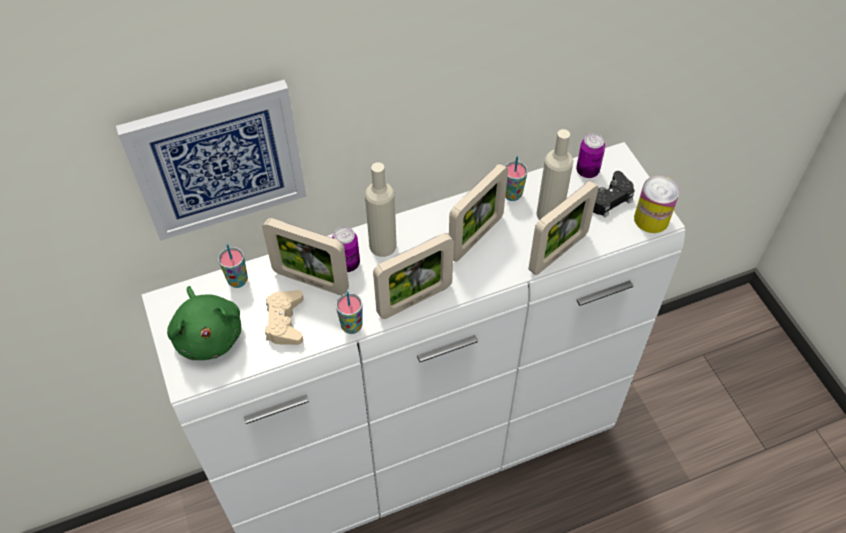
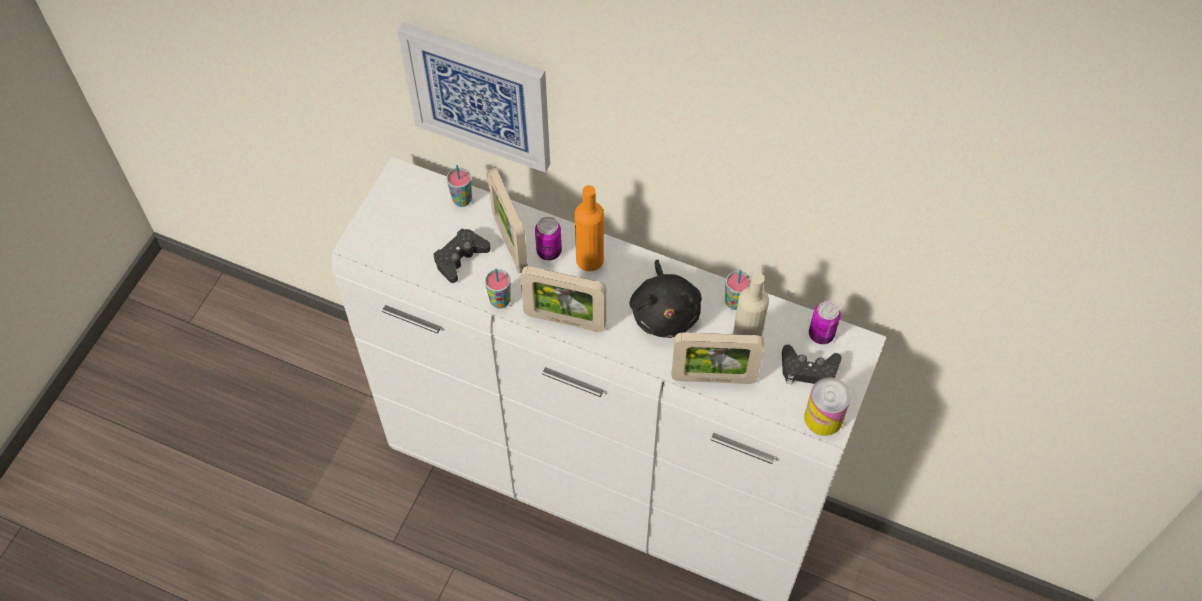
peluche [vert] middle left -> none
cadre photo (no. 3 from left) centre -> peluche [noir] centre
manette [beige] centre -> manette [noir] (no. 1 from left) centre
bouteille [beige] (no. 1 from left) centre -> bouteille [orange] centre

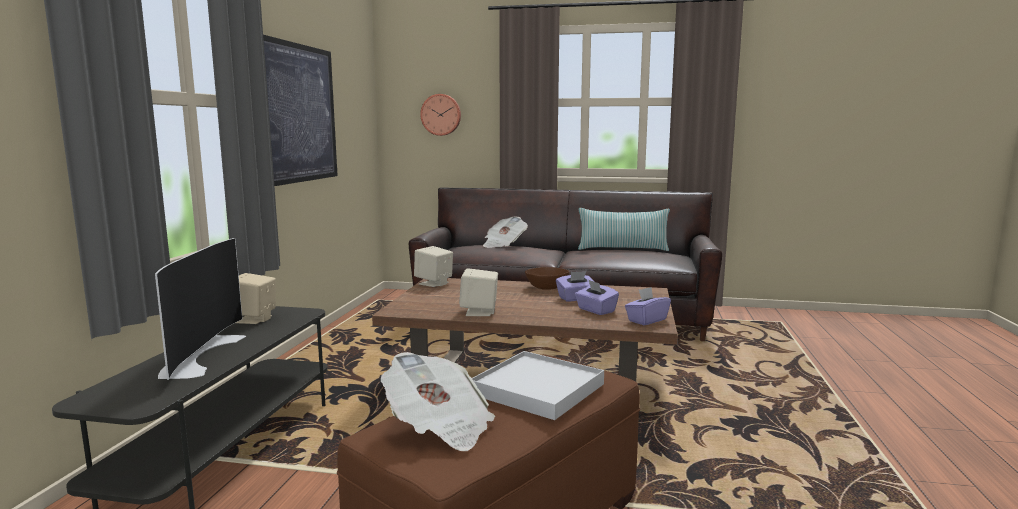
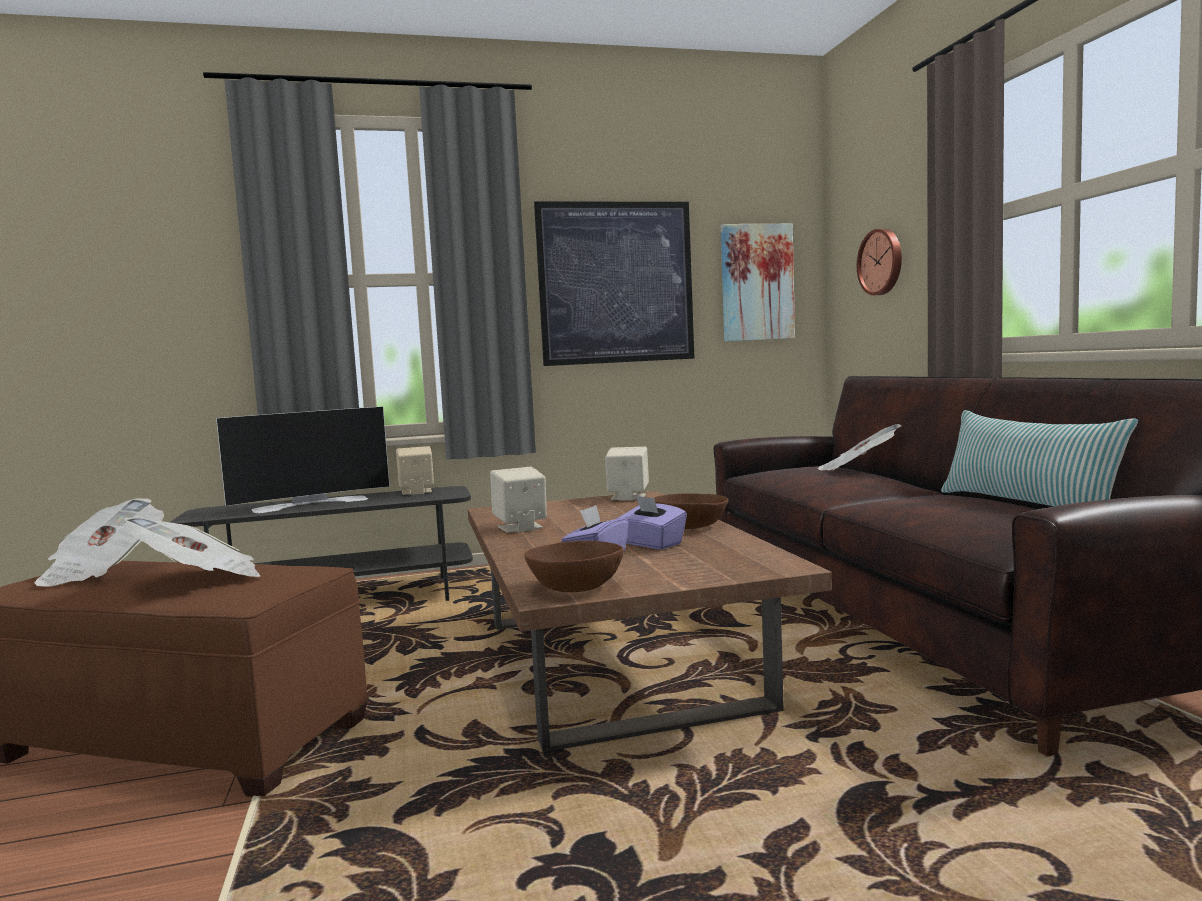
none -> tableau (no. 2 from left) top centre
plateau [blanc] bottom centre -> journal (no. 2 from left) middle left
boîte à mouchoirs [violet] (no. 3 from left) centre -> bol [marron] (no. 1 from left) centre

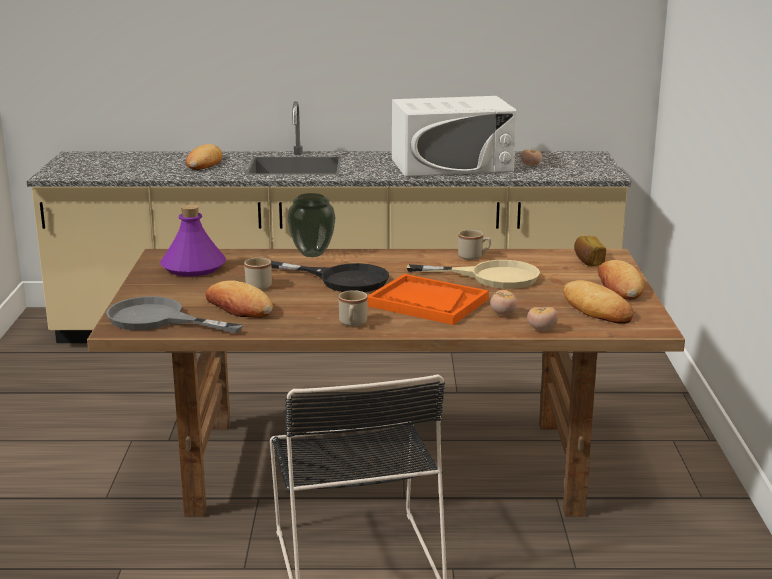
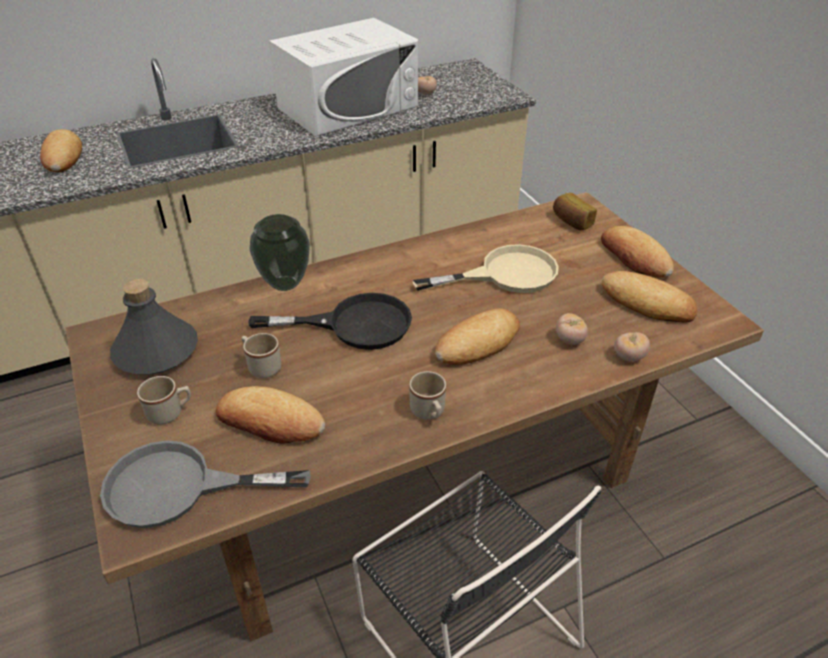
mug [beige] (no. 3 from left in the first image) centre -> mug [beige] (no. 1 from left) middle left, shifted
plateau [orange] centre -> pain (no. 3 from left) centre
bouteille [violet] middle left -> bouteille [gris] middle left

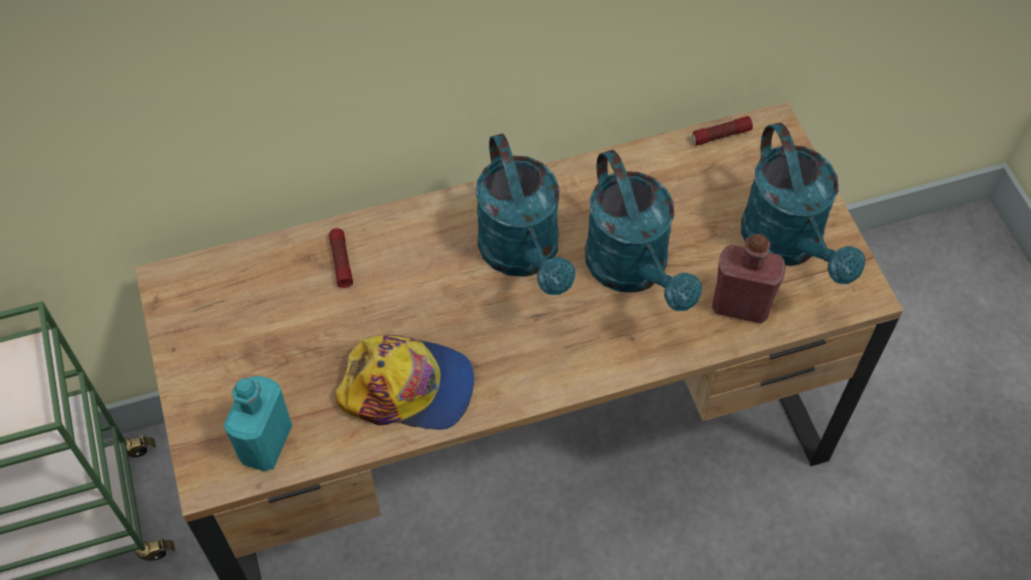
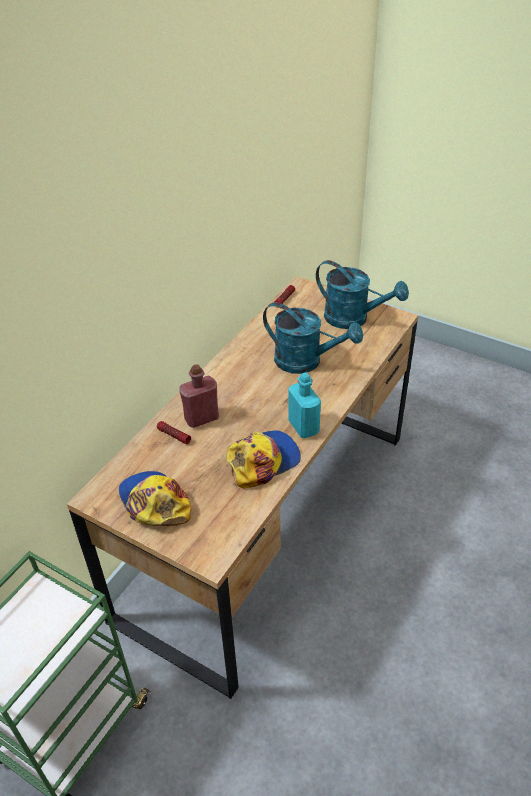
arrosoir [turquoise] (no. 1 from left) centre -> none
none -> casquette (no. 1 from left) middle left
bouteille [turquoise] bottom left -> bouteille [turquoise] centre, shifted
bouteille [rouge] middle right -> bouteille [rouge] centre, shifted

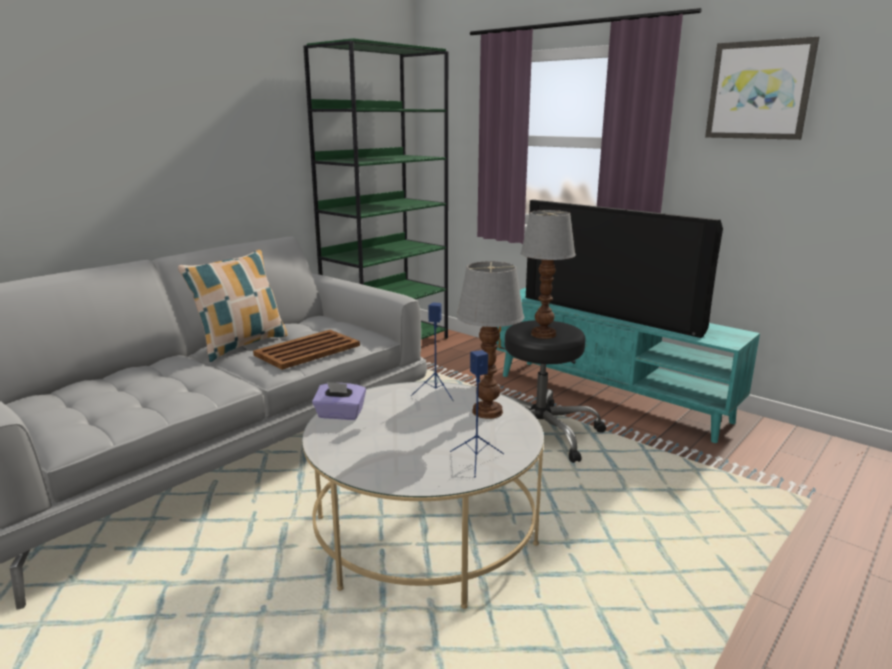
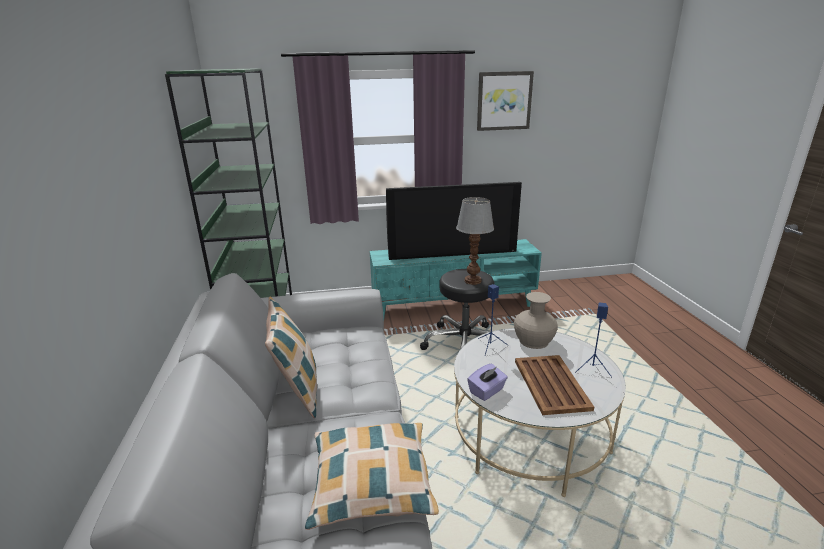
none -> coussin (no. 2 from left) bottom centre
plateau [marron] centre -> plateau [marron] bottom right, shifted
lampe de table (no. 1 from left) centre -> vase [beige] centre

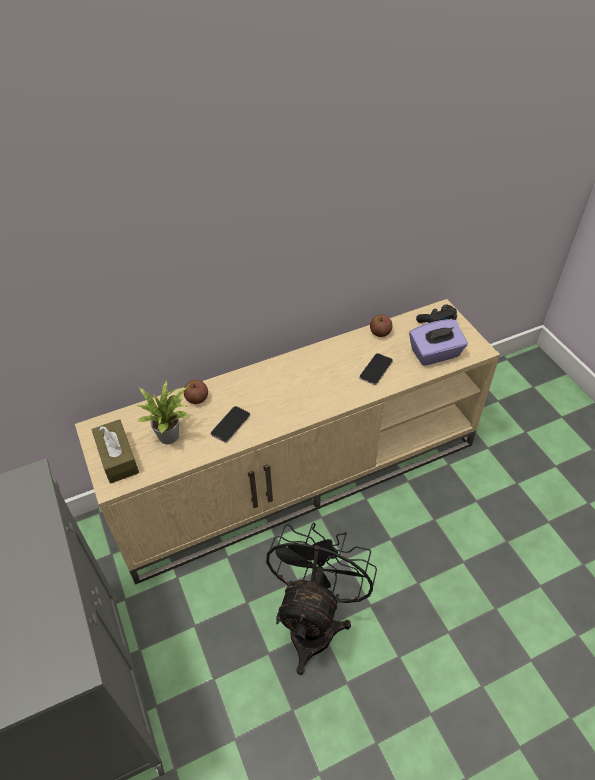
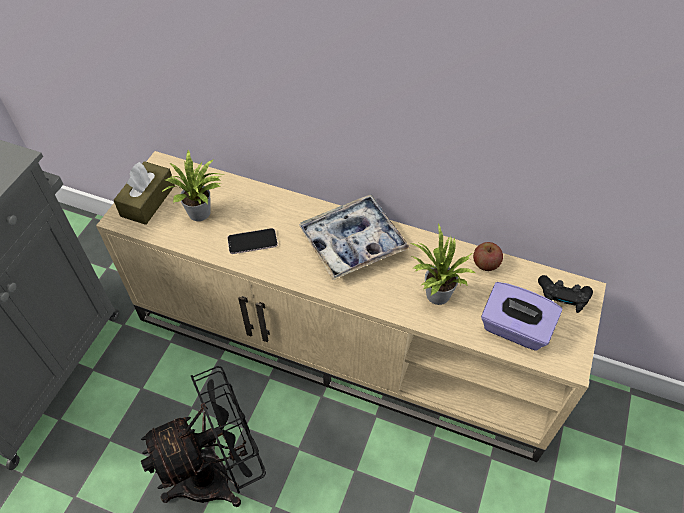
pomme (no. 1 from left) middle left -> none
none -> plateau centre
téléphone (no. 2 from left) centre -> plante en pot (no. 2 from left) centre

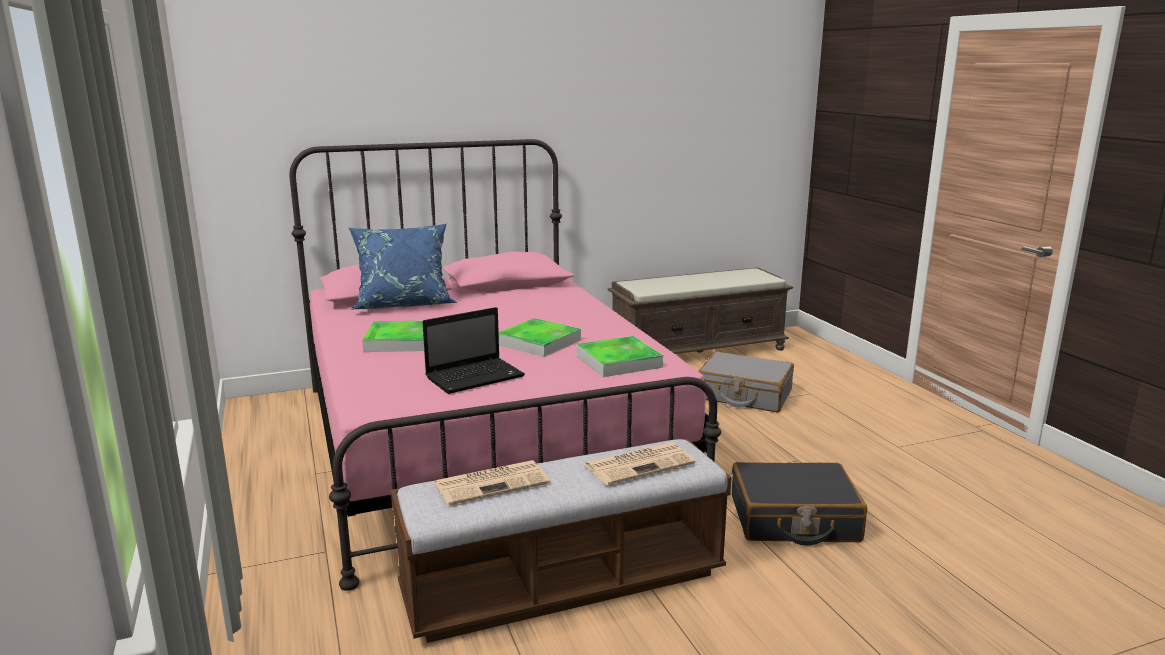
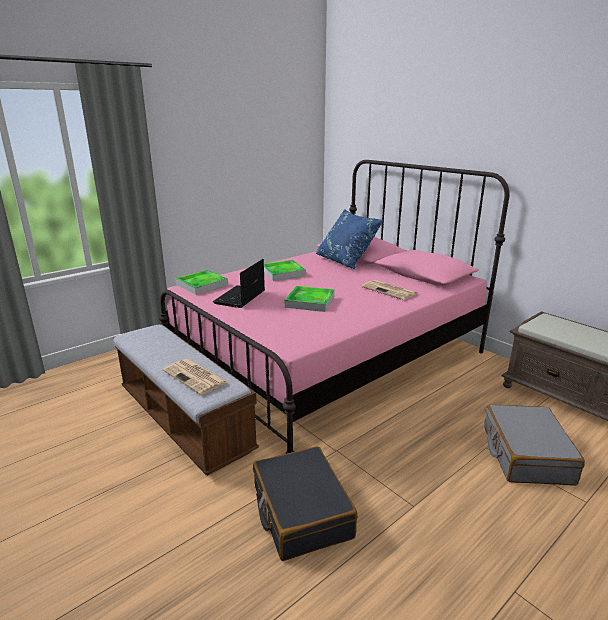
journal (no. 1 from left in the first image) bottom centre -> journal (no. 2 from left) centre, shifted
plateau (no. 3 from left in the first image) centre -> plateau (no. 1 from left) middle left, shifted
ordinateur portable centre, 75 degrees clockwise

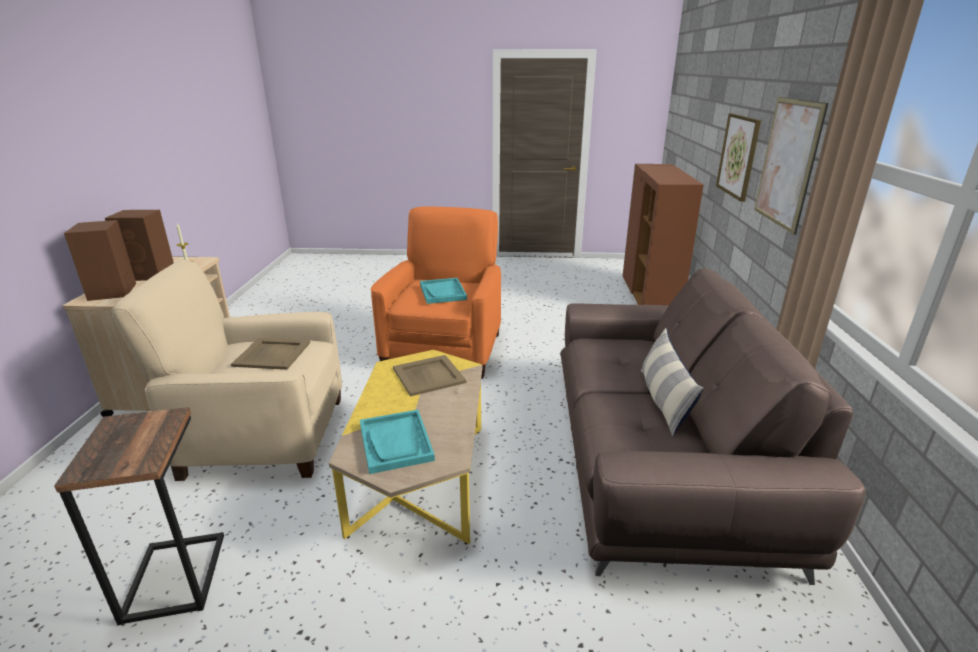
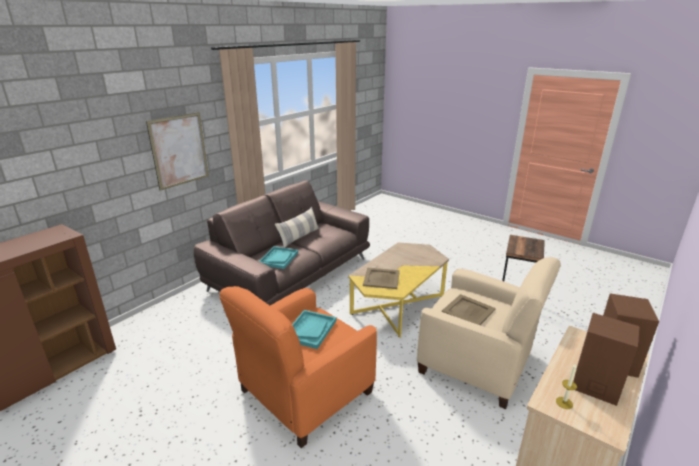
tableau (no. 1 from left) top right -> none
plateau [turquoise] (no. 1 from left) bottom centre -> plateau [turquoise] (no. 1 from left) centre, shifted

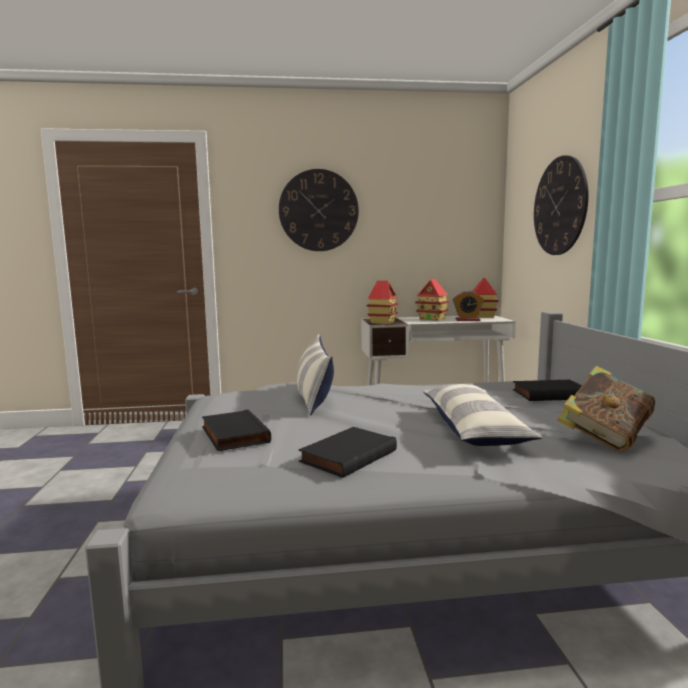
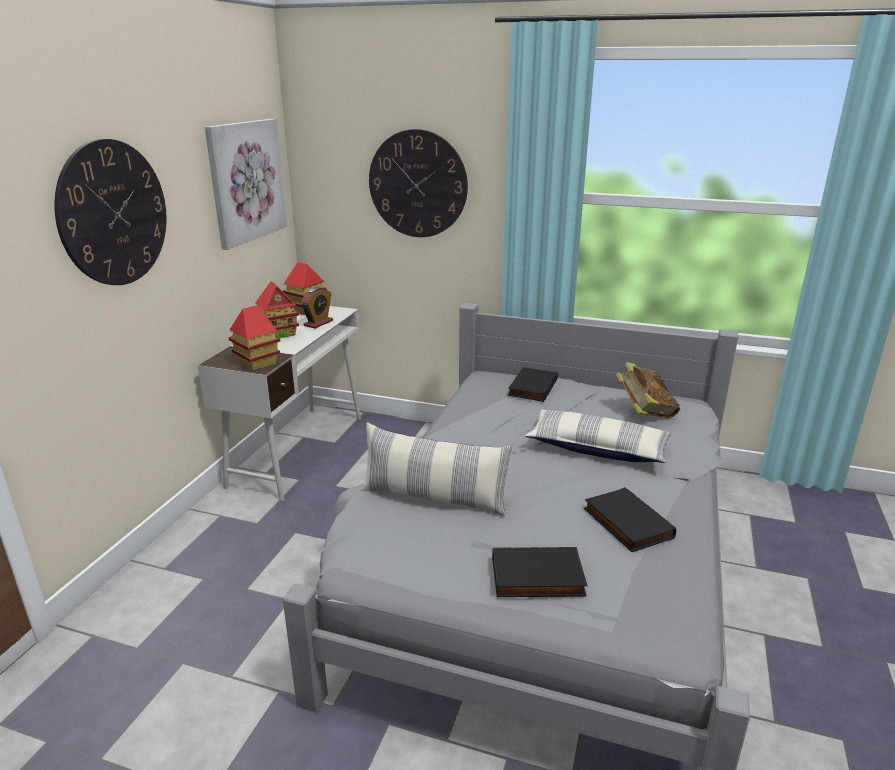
none -> tableau top left

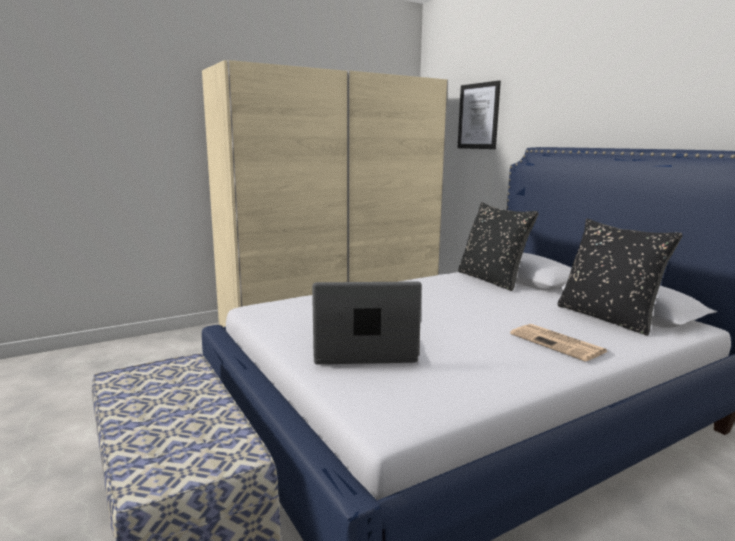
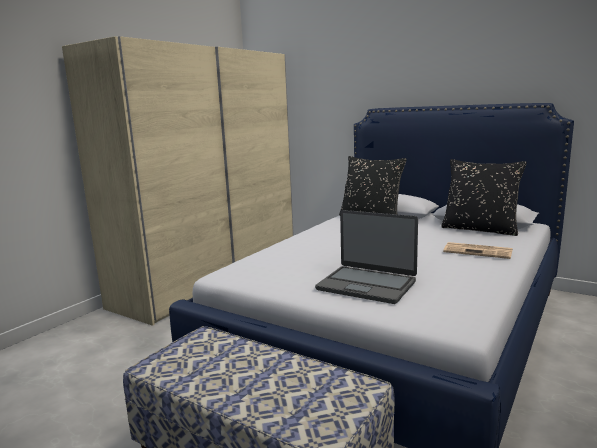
tableau top centre -> none
ordinateur portable centre, 120 degrees counterclockwise

